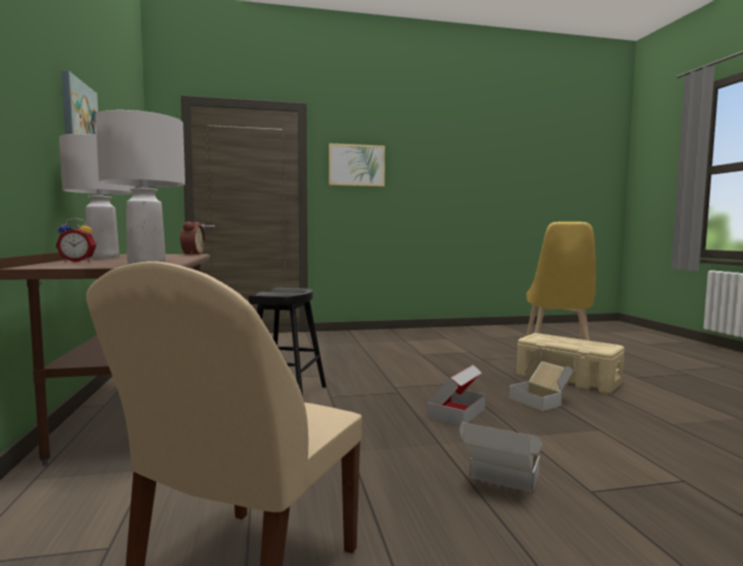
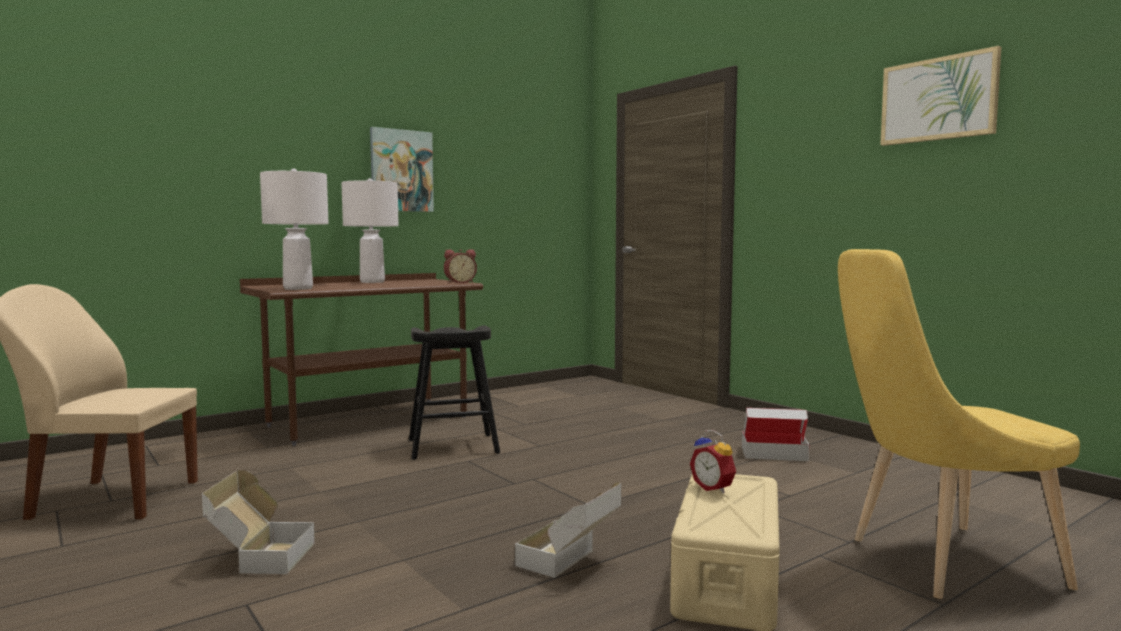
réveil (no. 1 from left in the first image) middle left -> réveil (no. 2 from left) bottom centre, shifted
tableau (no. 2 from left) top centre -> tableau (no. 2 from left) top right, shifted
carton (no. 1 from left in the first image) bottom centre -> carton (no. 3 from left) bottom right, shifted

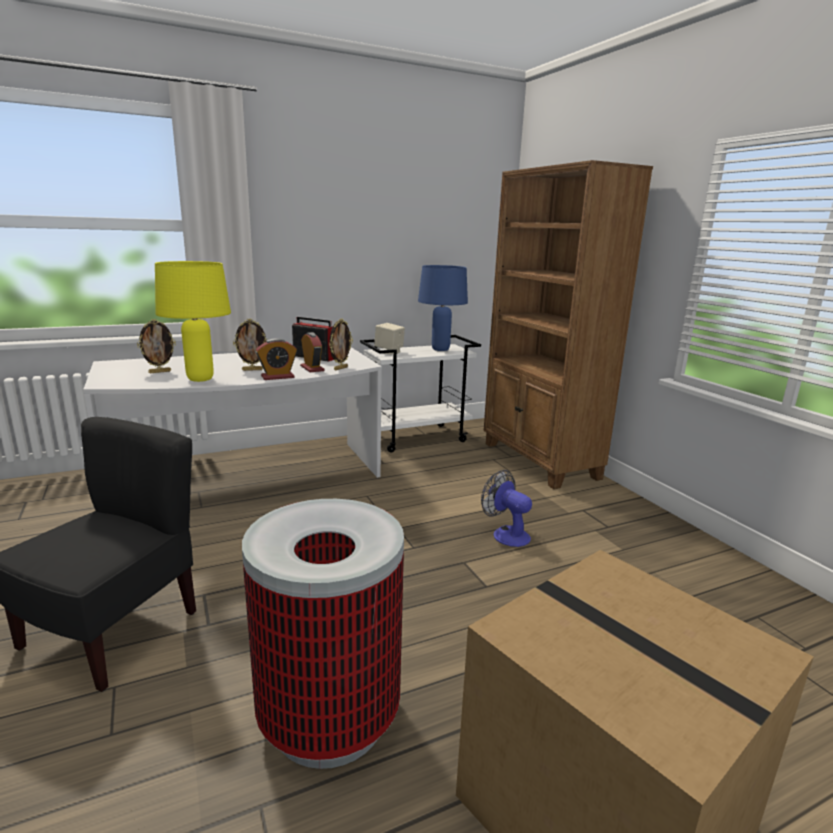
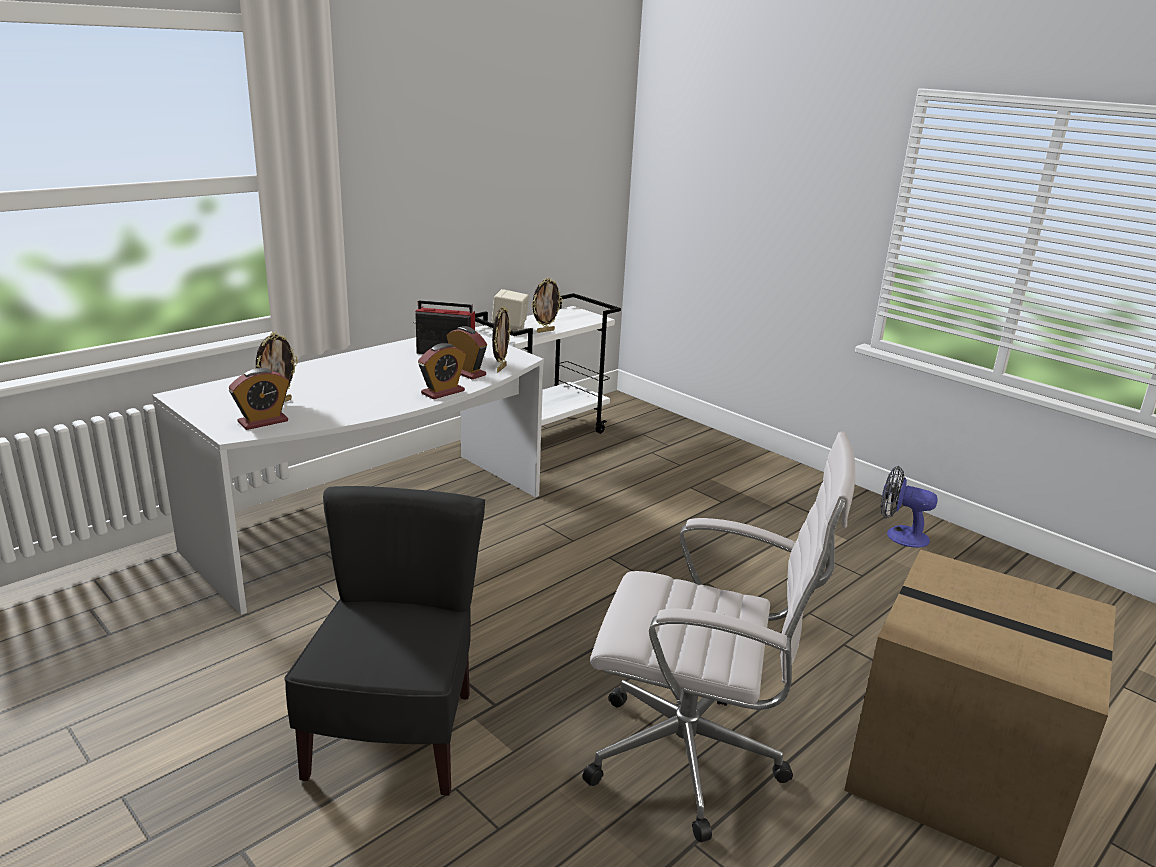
lampe de table [jaune] middle left -> none
lampe de table [bleu] centre -> none
bibliothèque [marron] middle right -> none
none -> réveil (no. 1 from left) middle left
cadre photo (no. 2 from left in the first image) middle left -> cadre photo (no. 3 from left) centre, shifted
ventilateur centre -> ventilateur middle right, shifted
poubelle bottom centre -> chaise de bureau [blanc] bottom centre

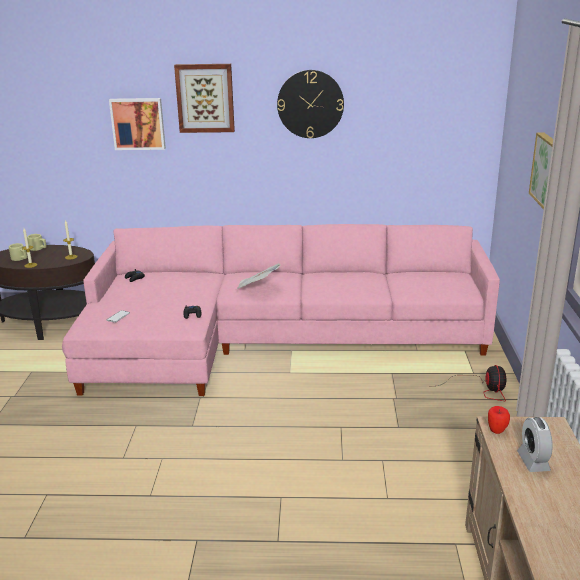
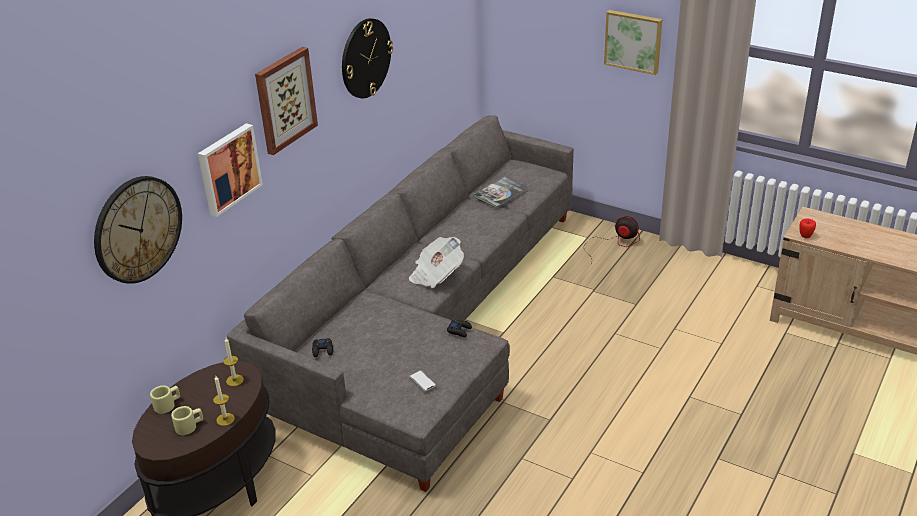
réveil bottom right -> none
none -> horloge murale (no. 1 from left) middle left
none -> livre centre
canapé [rose] centre -> canapé [gris] centre

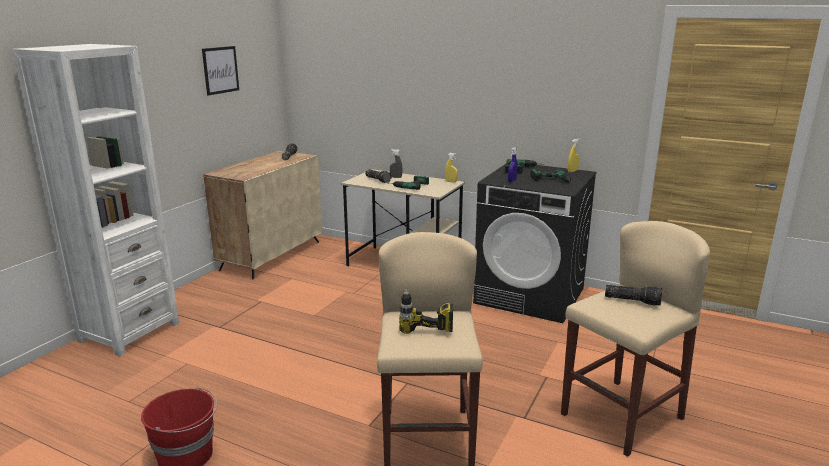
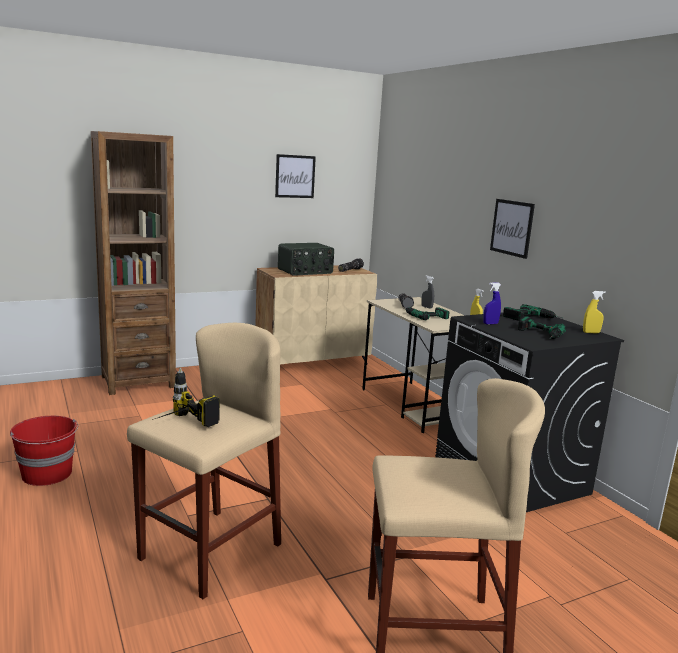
lampe de poche (no. 3 from left) middle right -> none
none -> radio centre
none -> tableau (no. 2 from left) middle right
bibliothèque [blanc] middle left -> bibliothèque [marron] middle left

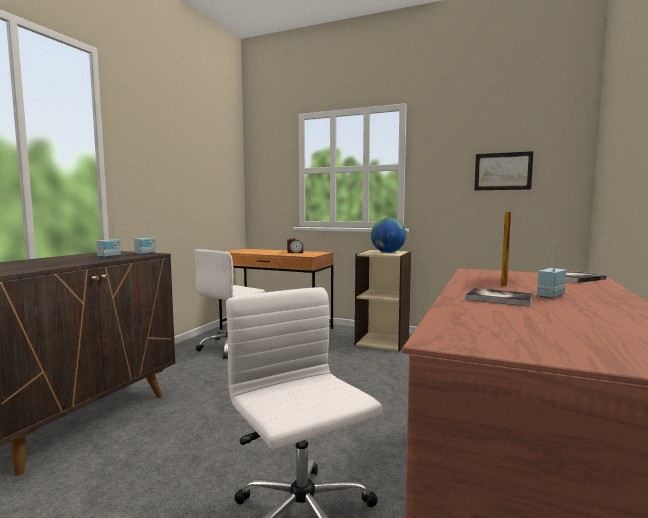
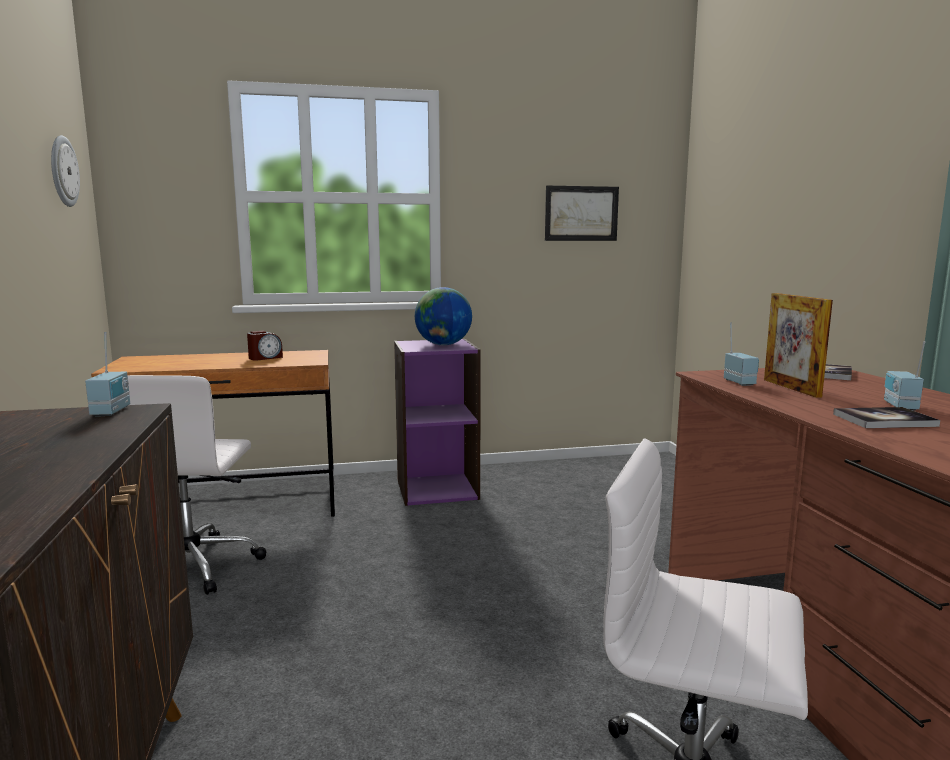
none -> horloge murale top left
radio (no. 1 from left in the first image) middle left -> radio (no. 2 from left) middle right, shifted
bibliothèque [beige] centre -> bibliothèque [violet] centre

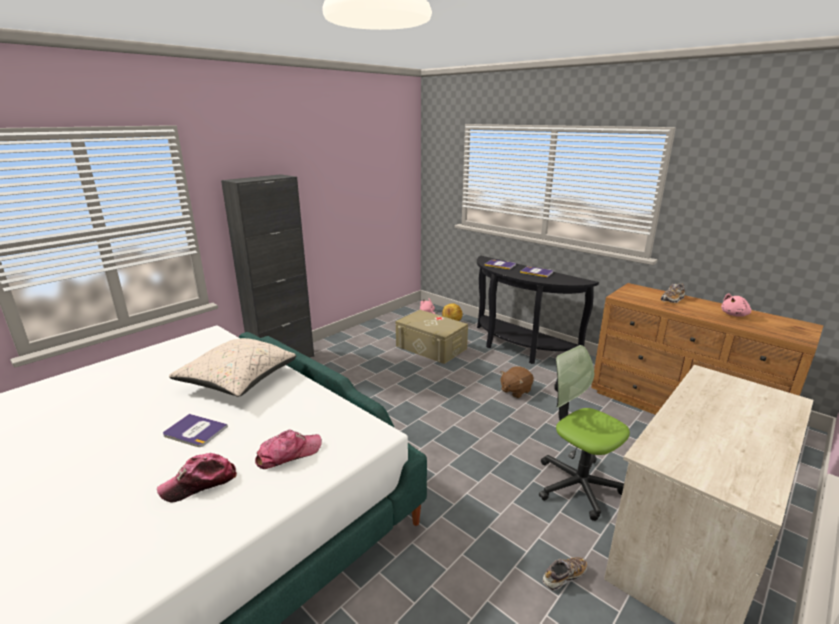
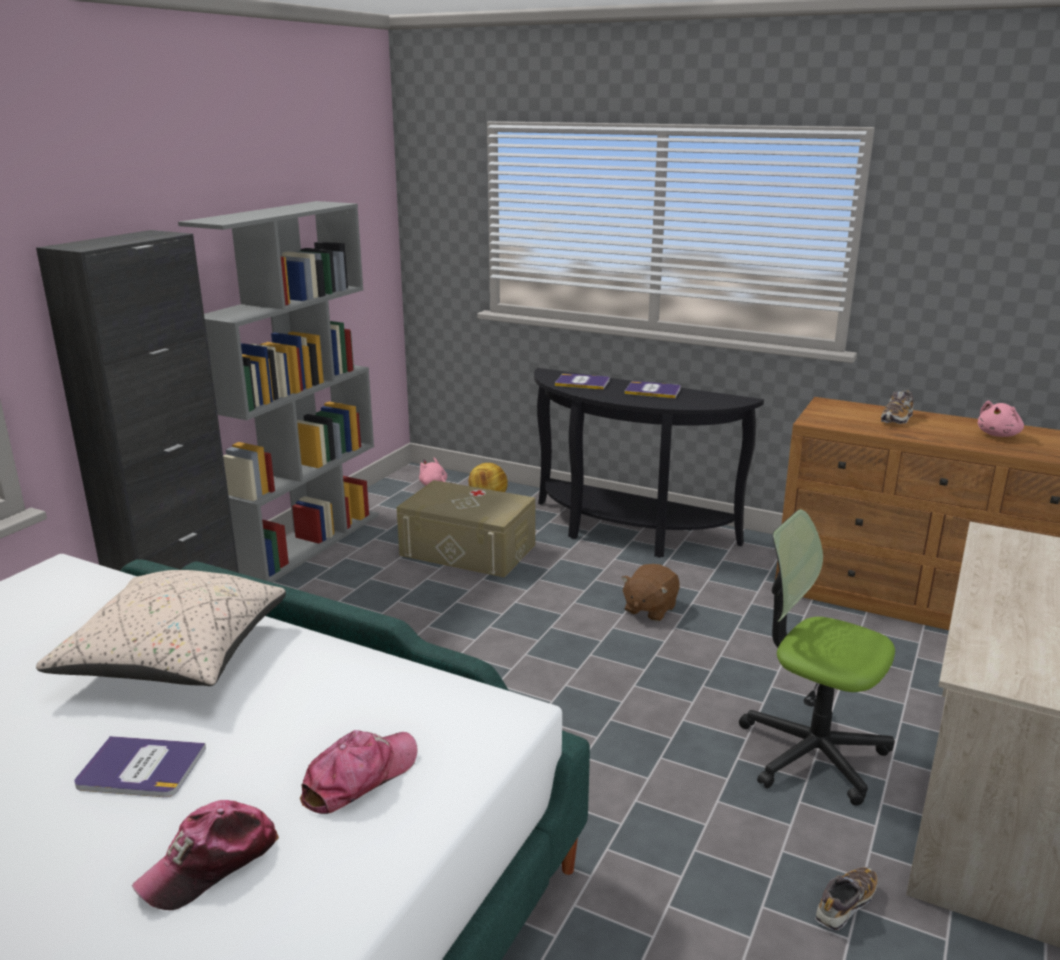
none -> bibliothèque [gris] middle left

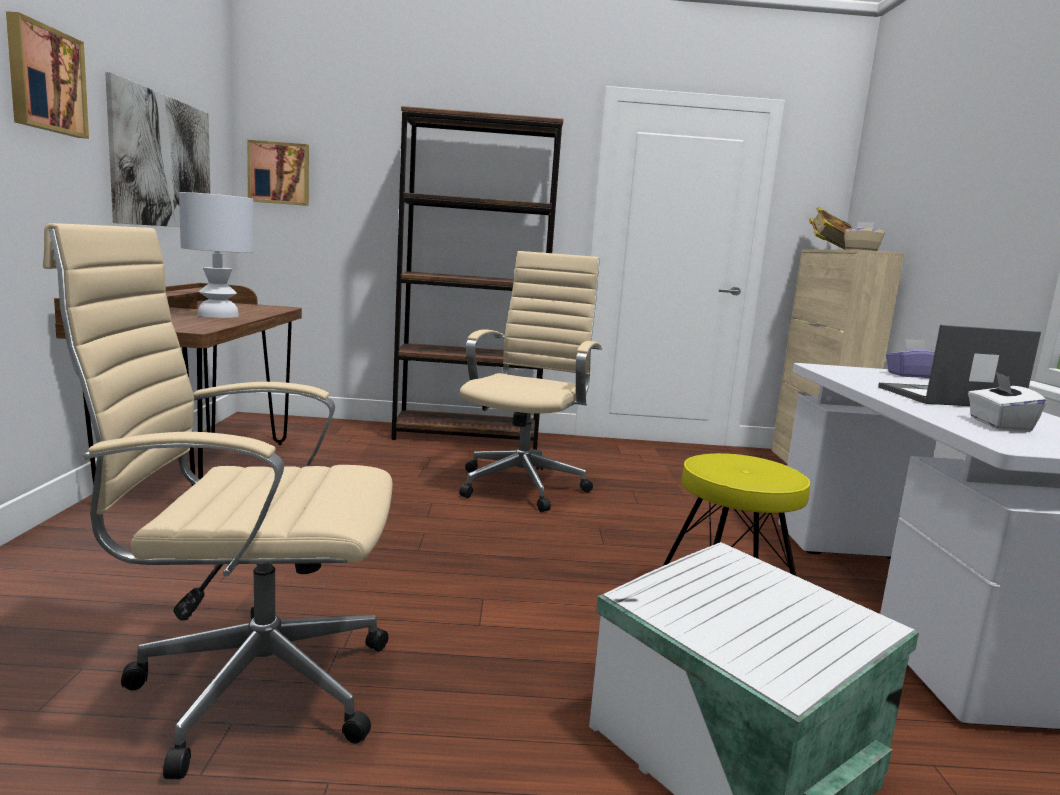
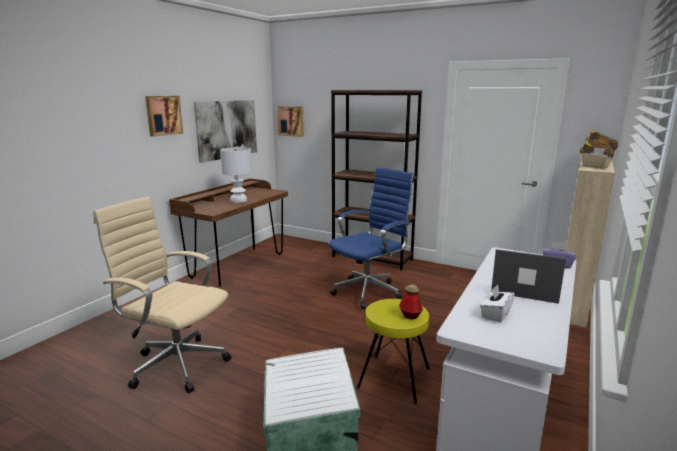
none -> bouteille bottom centre
chaise de bureau [beige] (no. 2 from left) centre -> chaise de bureau [bleu] centre

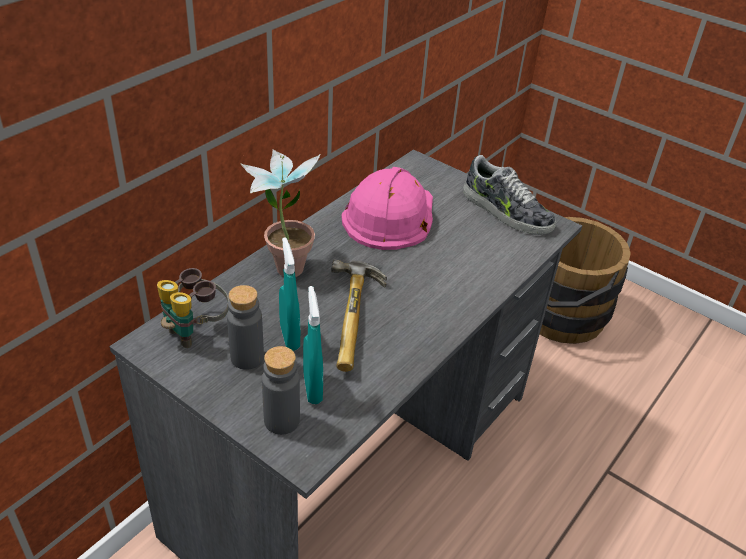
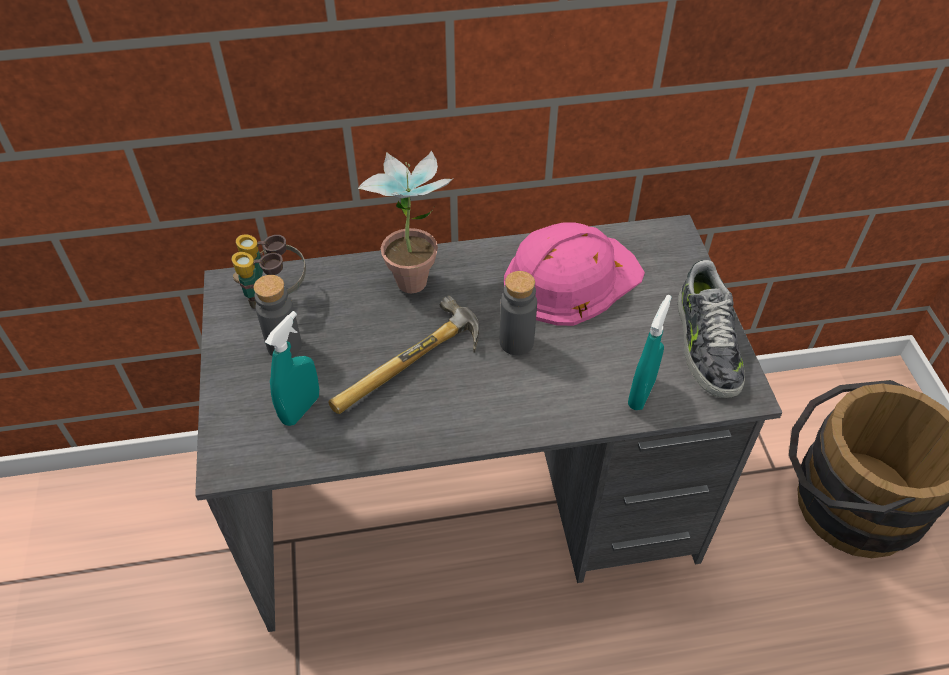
bouteille [gris] (no. 2 from left) bottom centre -> bouteille [gris] (no. 2 from left) centre, shifted
vaporisateur [turquoise] (no. 1 from left in the first image) centre -> vaporisateur [turquoise] (no. 2 from left) middle right, shifted

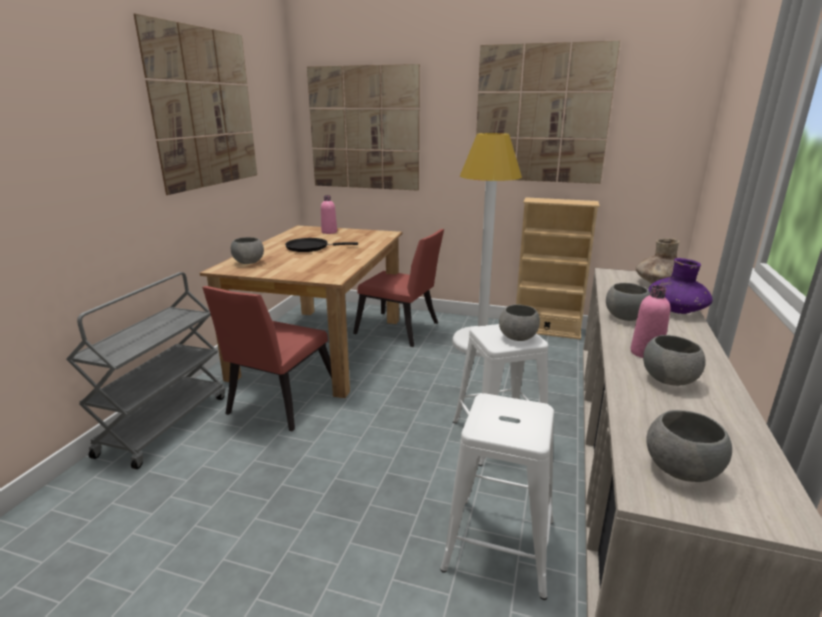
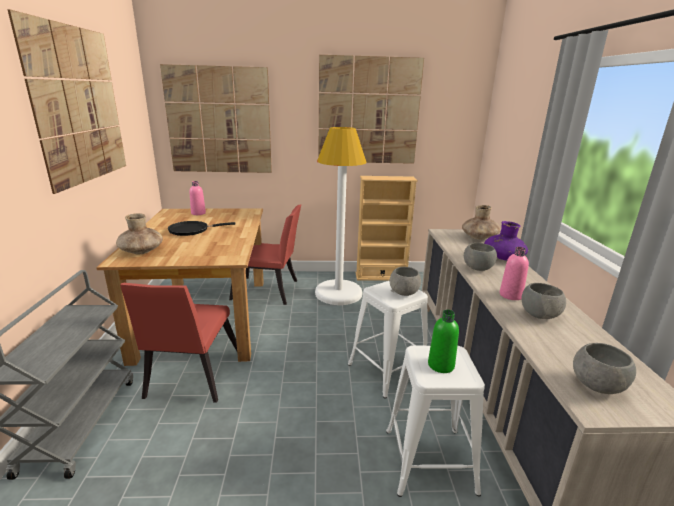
none -> bouteille [vert] bottom centre
bol [gris] (no. 1 from left) middle left -> vase [marron] (no. 1 from left) middle left

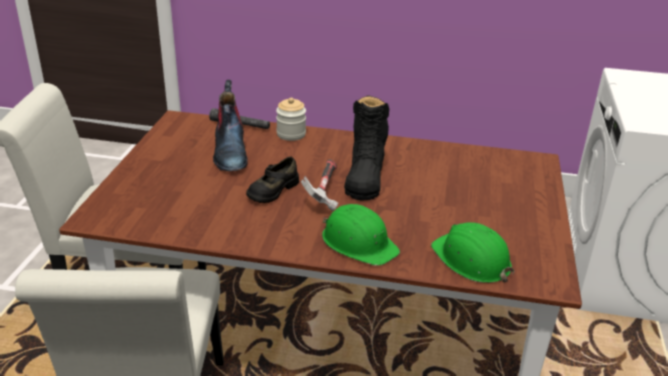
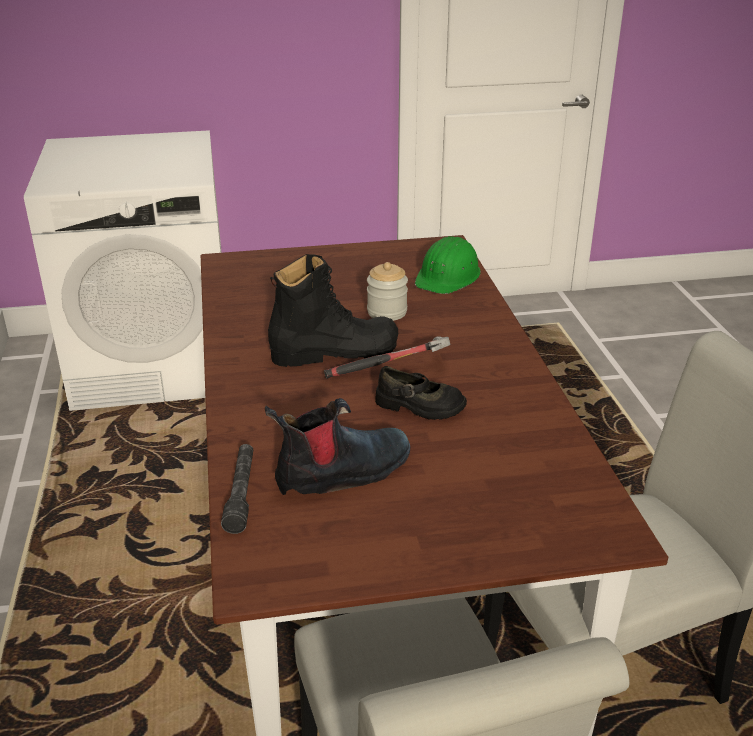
casque de chantier [vert] (no. 1 from left) centre -> none
bocal top centre -> bocal centre, shifted

